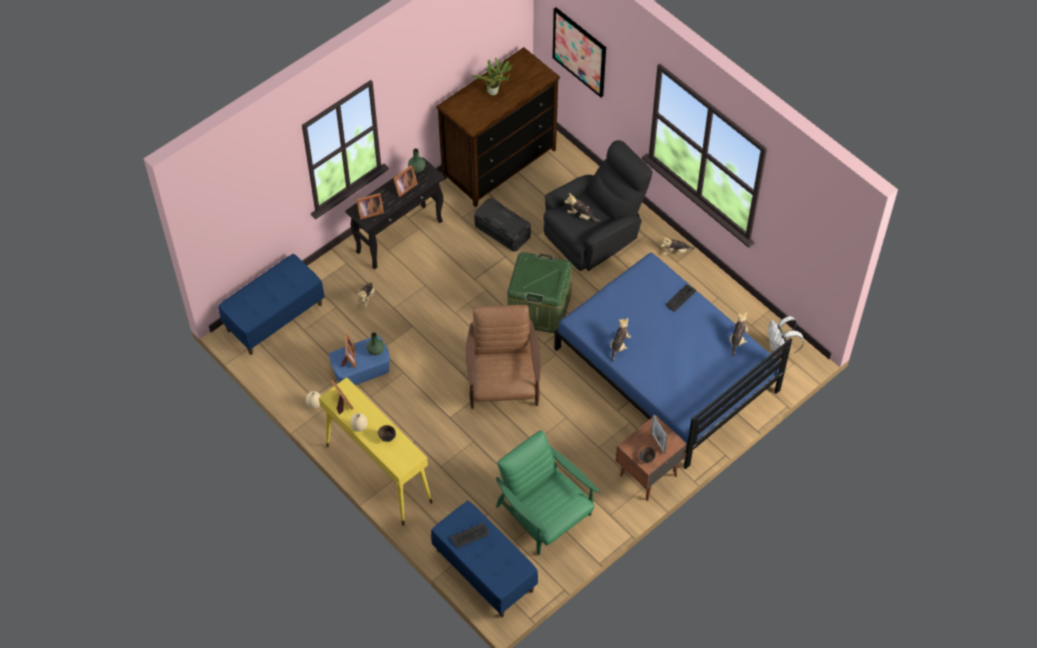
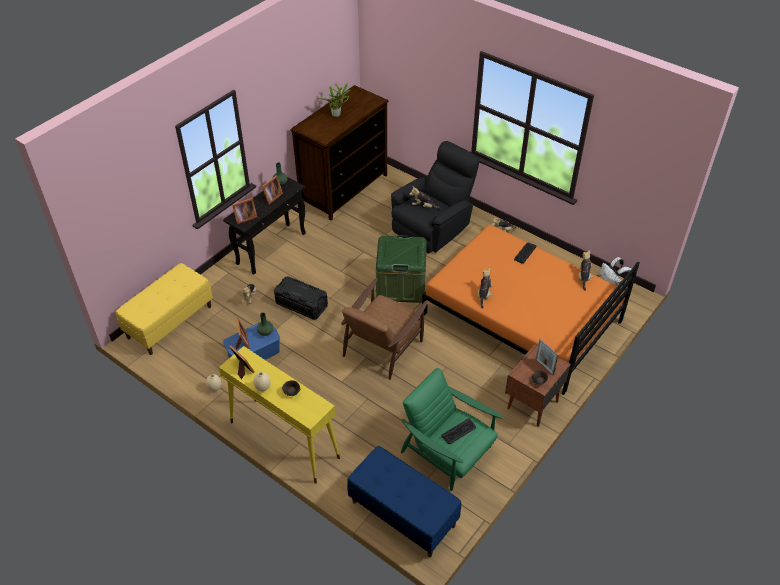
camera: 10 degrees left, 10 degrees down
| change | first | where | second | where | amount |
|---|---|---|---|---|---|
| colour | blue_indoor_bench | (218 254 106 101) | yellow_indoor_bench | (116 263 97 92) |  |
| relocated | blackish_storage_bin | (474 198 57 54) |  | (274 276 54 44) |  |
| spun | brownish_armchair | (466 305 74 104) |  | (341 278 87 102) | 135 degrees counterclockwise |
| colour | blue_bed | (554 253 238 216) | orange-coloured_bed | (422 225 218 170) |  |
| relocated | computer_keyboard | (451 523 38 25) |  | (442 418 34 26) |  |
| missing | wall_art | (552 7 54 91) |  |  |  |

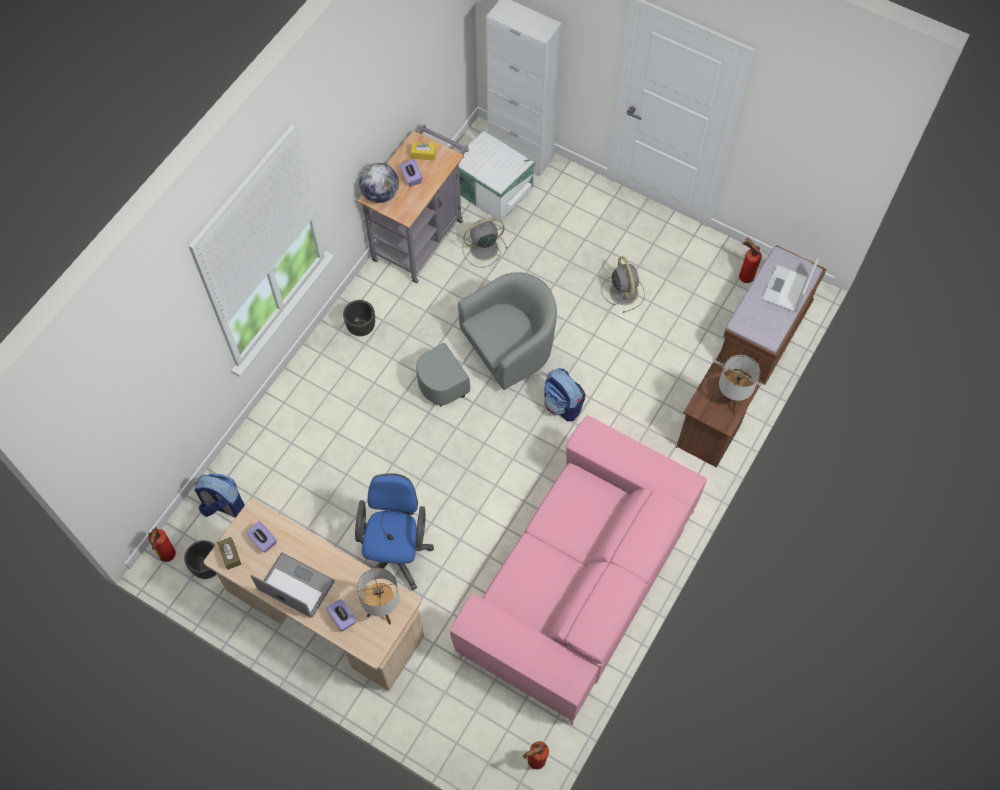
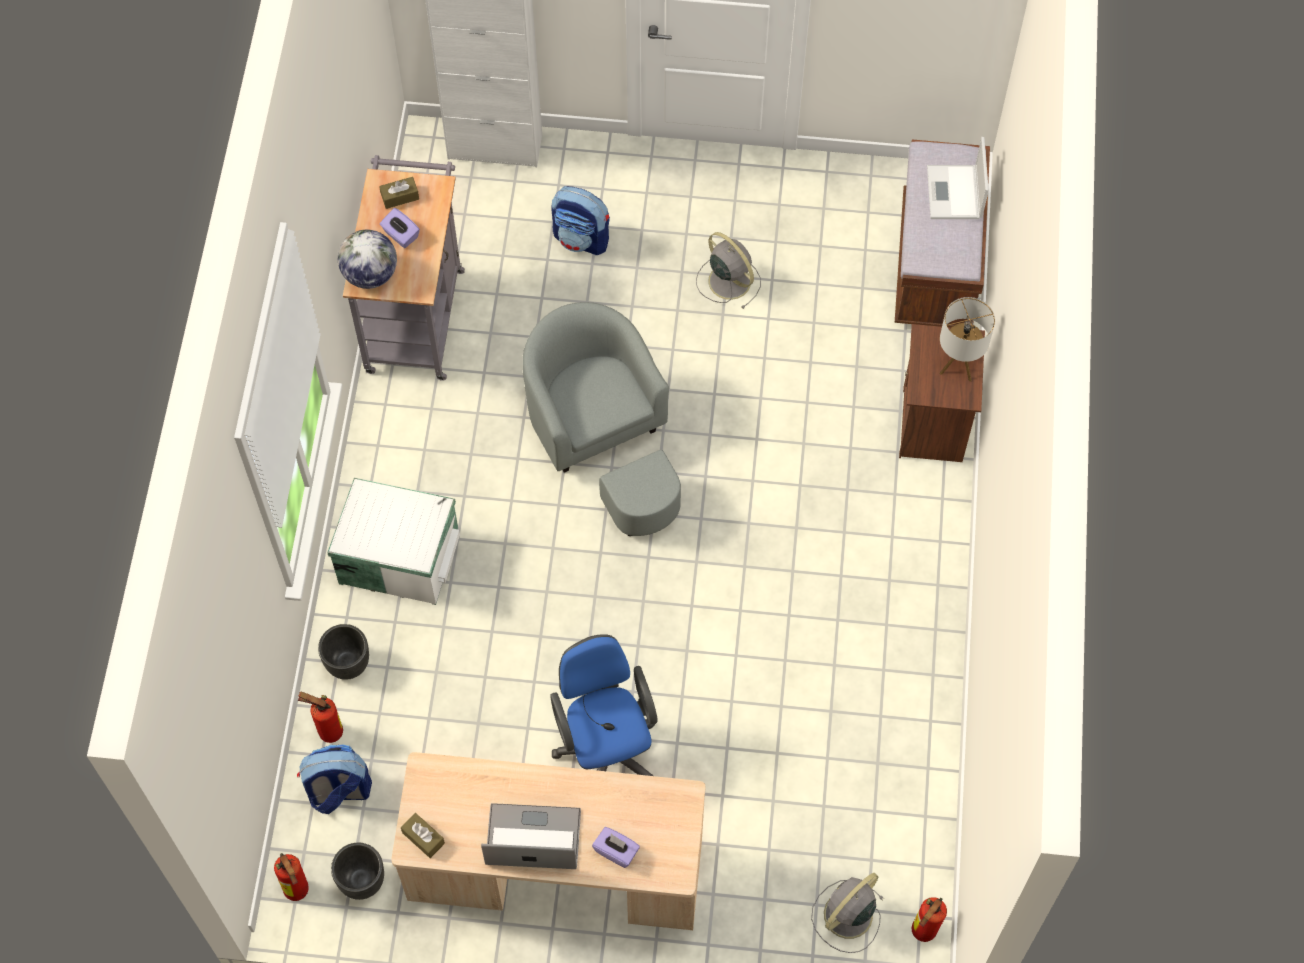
camera: 25 degrees left, 0 degrees up
| change | first | where | second | where | amount |
|---|---|---|---|---|---|
| relocated | extinguisher | (739 238 23 45) |  | (298 691 45 52) |  |
| relocated | blackish_planter | (343 300 32 36) |  | (318 624 51 56) |  |
| relocated | whitish_storage_bin | (459 130 76 91) |  | (327 478 133 127) |  |
| colour | yellow_box_of_tissues | (411 142 25 19) | brownish_box_of_tissues | (379 177 40 32) |  |
| spun | greyish_armchair | (416 272 141 135) |  | (522 302 159 234) | 60 degrees counterclockwise |
| relocated | knapsack | (544 368 42 53) |  | (551 186 59 69) |  |
| relocated | greyish_electric_fan | (462 218 46 50) |  | (811 873 73 80) |  |
| missing | purple-coloured_box_of_tissues | (247 521 30 31) |  |  |  |
| missing | lamp_for_a_table | (357 568 42 56) |  |  |  |
| missing | pinkish_couch | (450 415 257 310) |  |  |  |

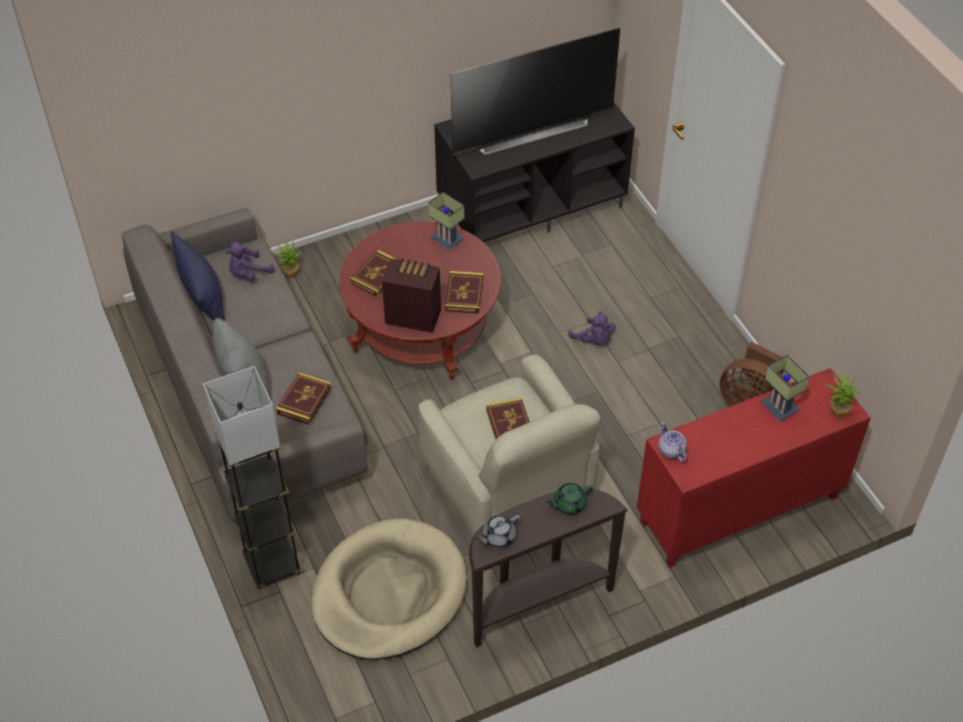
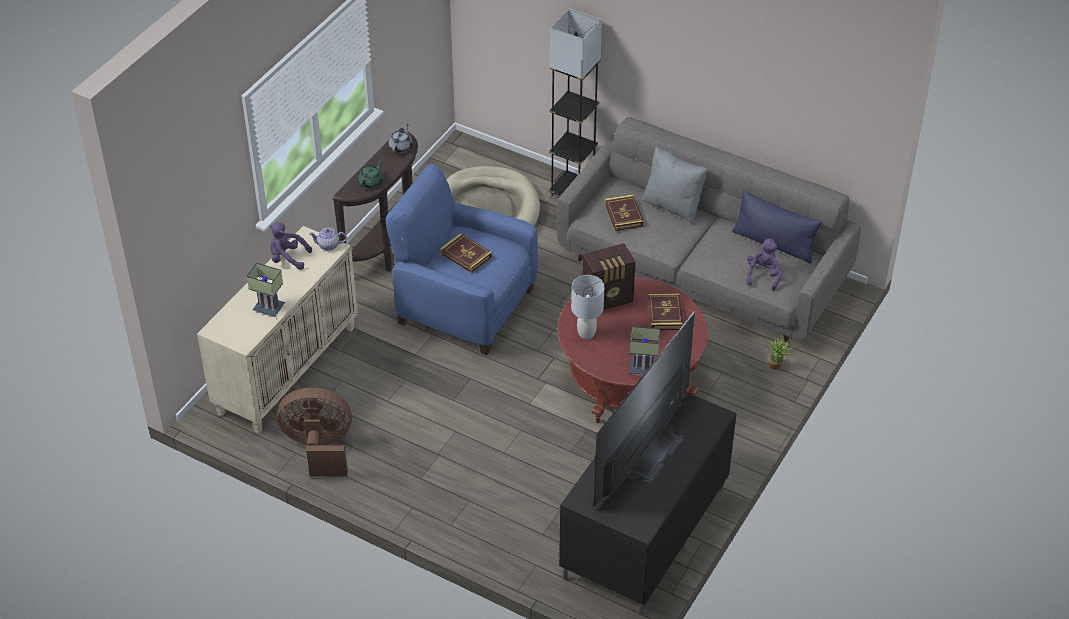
camera: 145 degrees right, 5 degrees down
| change | first | where | second | where | amount |
|---|---|---|---|---|---|
| colour | reddish_cupboard | (637 368 234 200) | sand-coloured_cupboard | (197 226 161 207) |  |
| relocated | purple-coloured_cuddly_toy | (569 312 46 34) |  | (269 223 43 47) |  |
| spun | pot_for_tea | (659 422 28 40) |  | (309 228 38 23) | 150 degrees clockwise |
| colour | sand-coloured_armchair | (419 355 181 182) | blue_armchair | (385 164 153 191) |  |
| exchanged | volume | (445 271 38 43) | greyish_lamp_for_a_table | (571 275 33 64) |  |
| missing | plant_in_a_pot | (825 374 35 44) |  |  |  |

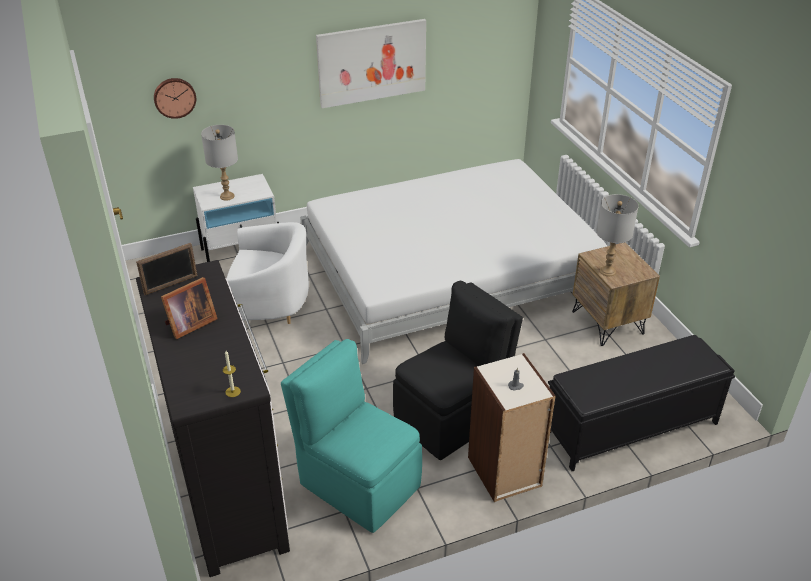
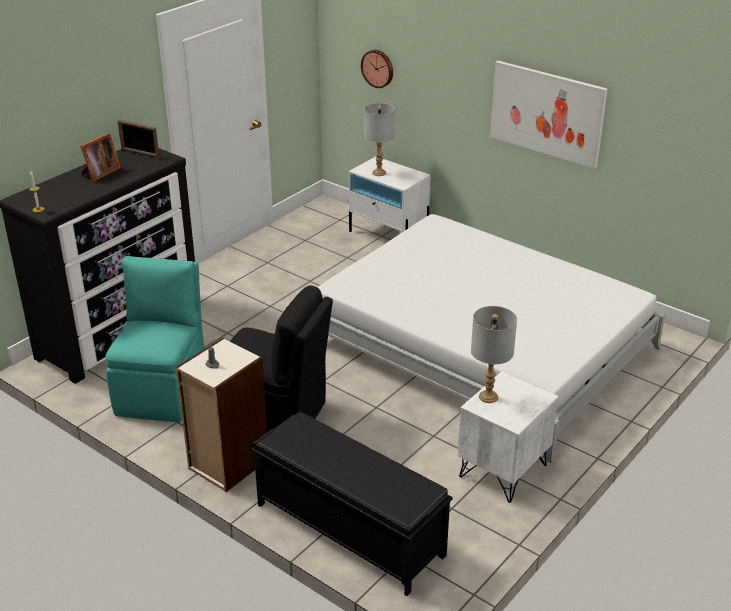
camera: 60 degrees right, 5 degrees down
| change | first | where | second | where | amount |
|---|---|---|---|---|---|
| spun | photo_frame | (161 277 56 62) |  | (80 133 41 48) | 75 degrees counterclockwise |
| colour | brownish_night_table | (572 242 88 104) | whitish_night_table | (458 371 100 132) |  |
| missing | whitish_armchair | (226 222 83 102) |  |  |  |

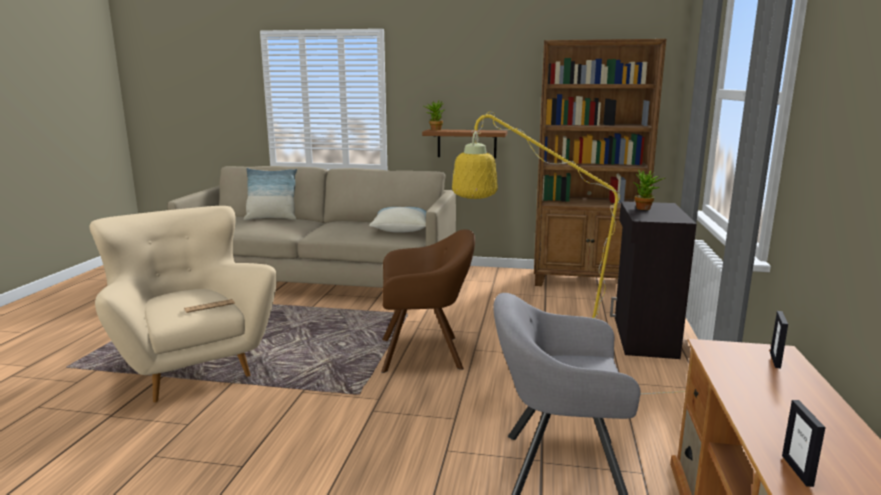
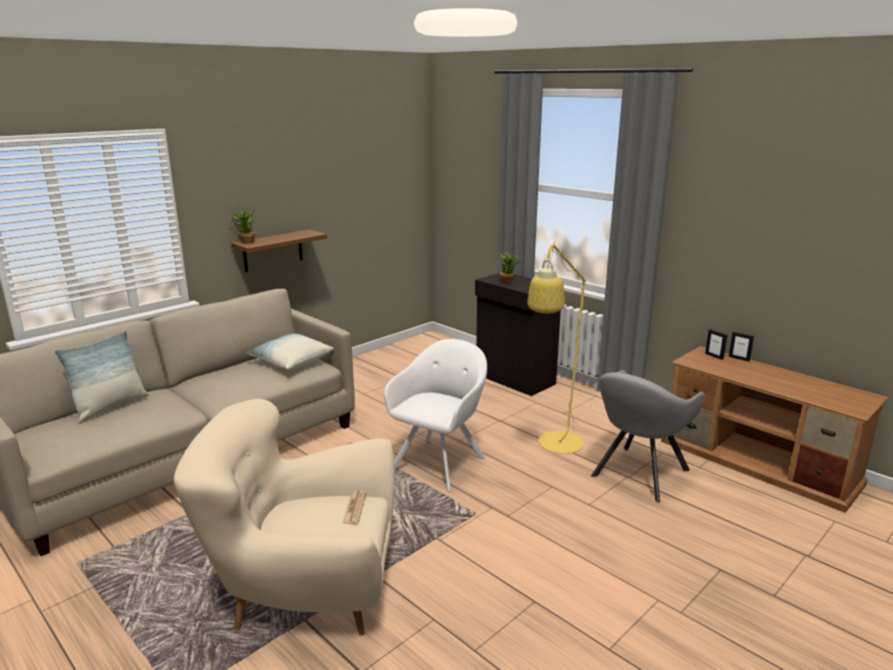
camera: 55 degrees left, 5 degrees up
| change | first | where | second | where | amount |
|---|---|---|---|---|---|
| colour | brownish_armchair | (381 229 94 144) | whitish_armchair | (384 339 103 153) |  |
| relocated | photo_frame | (782 400 44 87) |  | (729 332 25 29) |  |
| missing | brownish_bookcase | (534 39 132 247) |  |  |  |

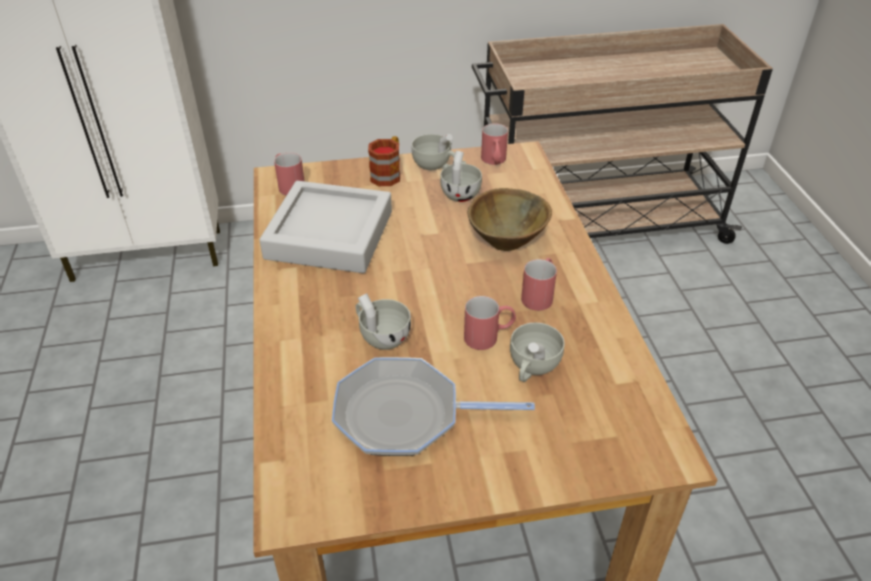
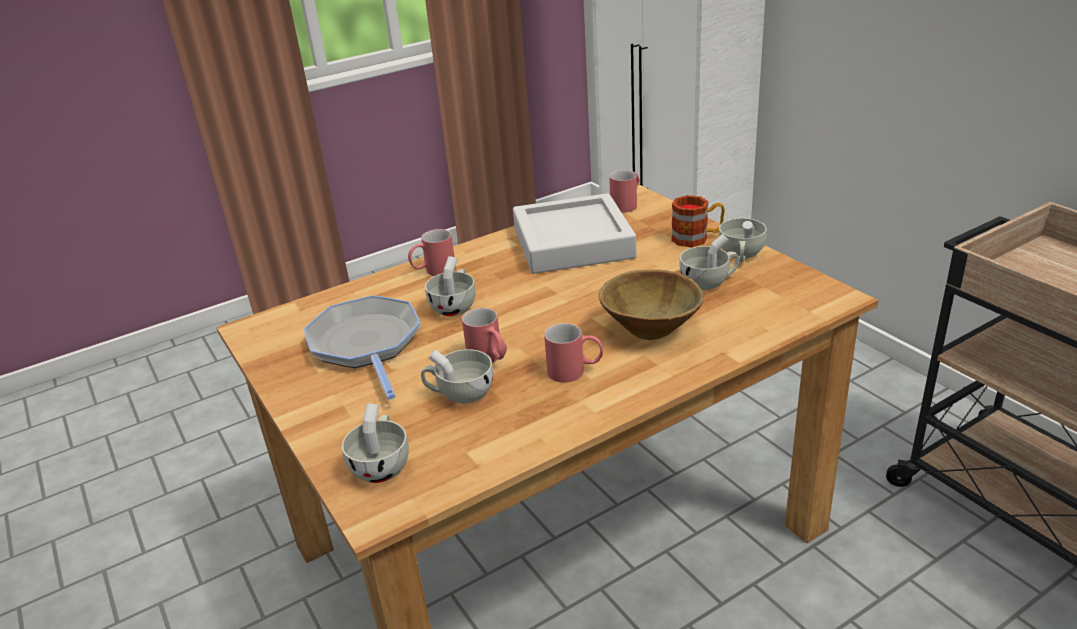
camera: 70 degrees right, 10 degrees down
| change | first | where | second | where | amount |
|---|---|---|---|---|---|
| appeared |  |  | whitish_drinking_cup | (342 403 67 80) |  |
| relocated | reddish_mug | (481 123 27 42) |  | (408 229 48 47) |  |

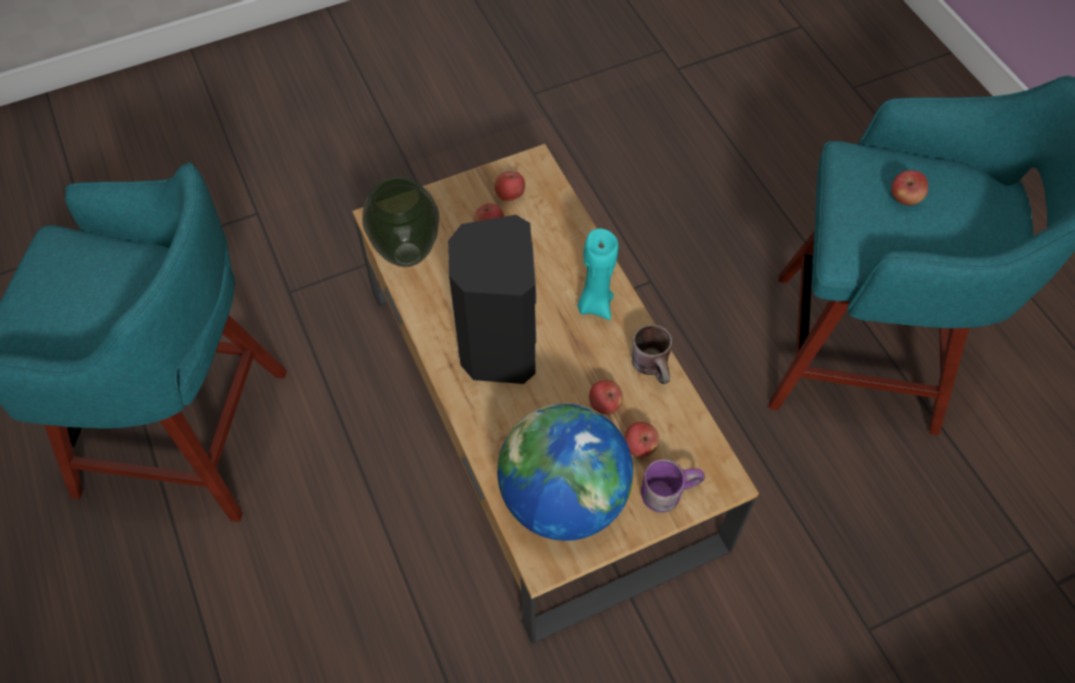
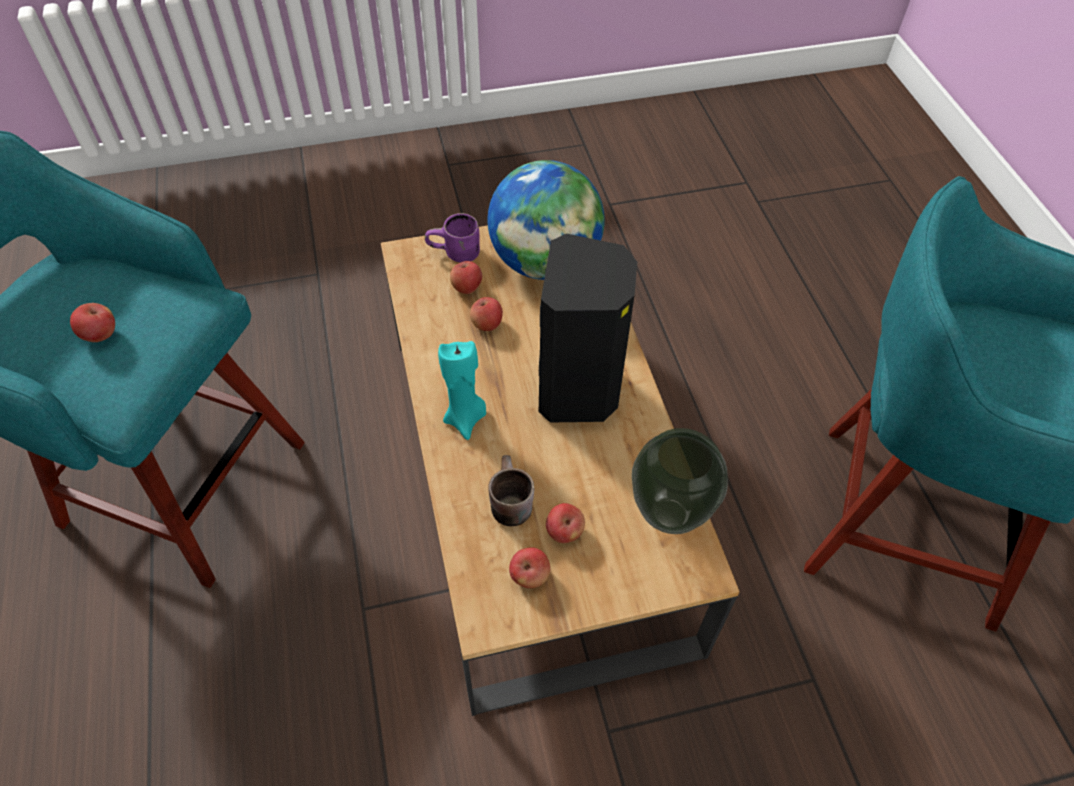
camera: 170 degrees left, 5 degrees down
| change | first | where | second | where | amount |
|---|---|---|---|---|---|
| relocated | brownish_mug | (632 325 41 59) |  | (488 455 46 71) |  |

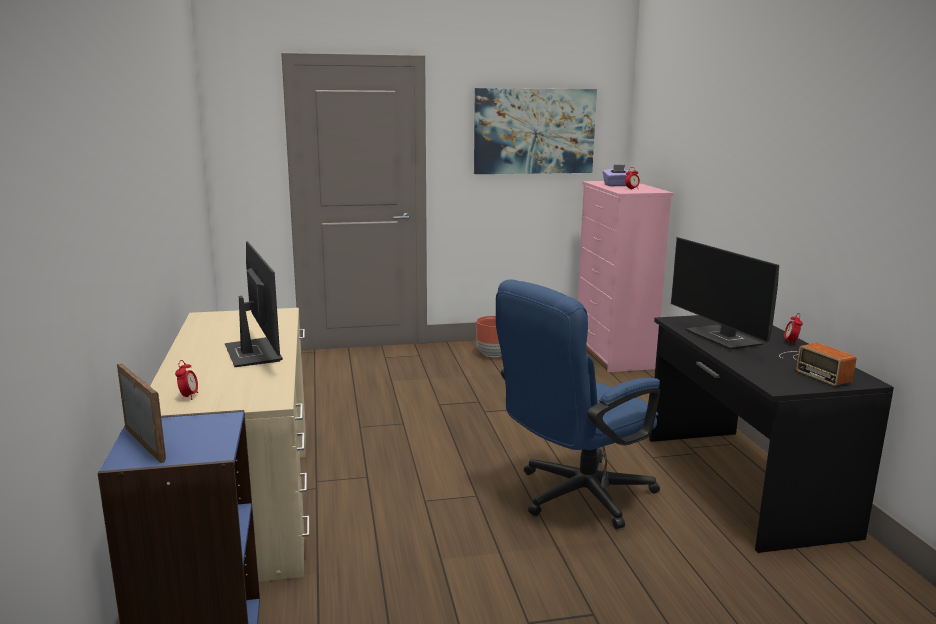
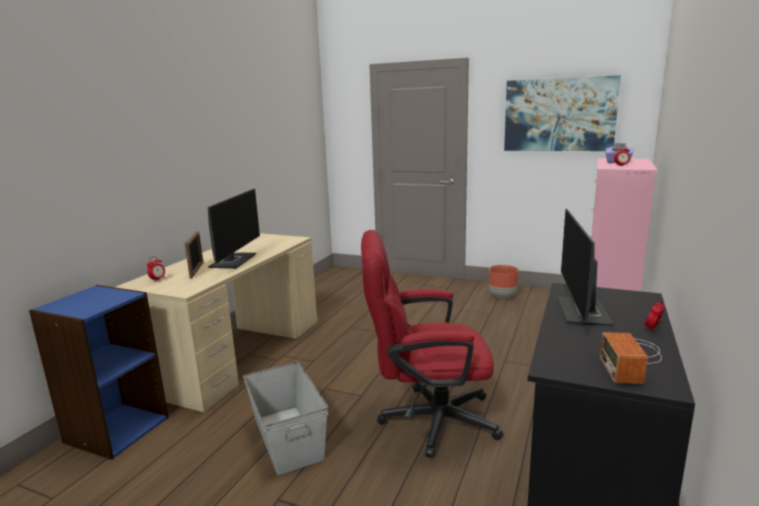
camera: 35 degrees right, 0 degrees up
| change | first | where | second | where | amount |
|---|---|---|---|---|---|
| relocated | photo_frame | (117 363 49 100) |  | (185 231 18 48) |  |
| appeared |  |  | greyish_storage_bin | (243 362 85 113) |  |
| colour | blue_computer_chair | (496 280 164 249) | reddish_computer_chair | (361 230 142 228) |  |

